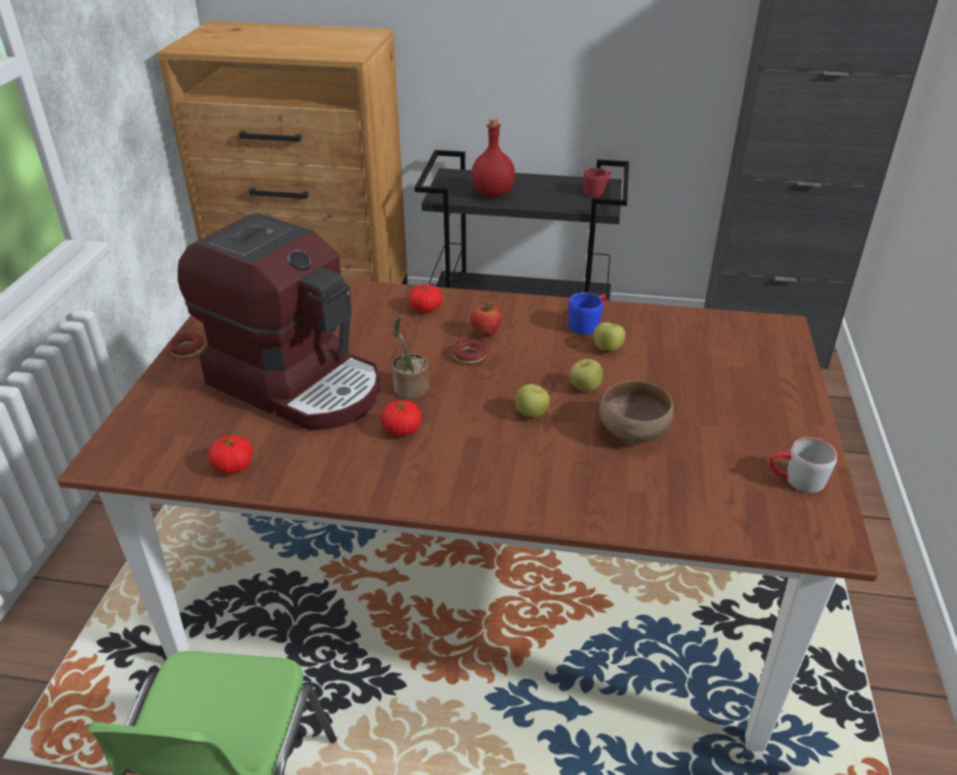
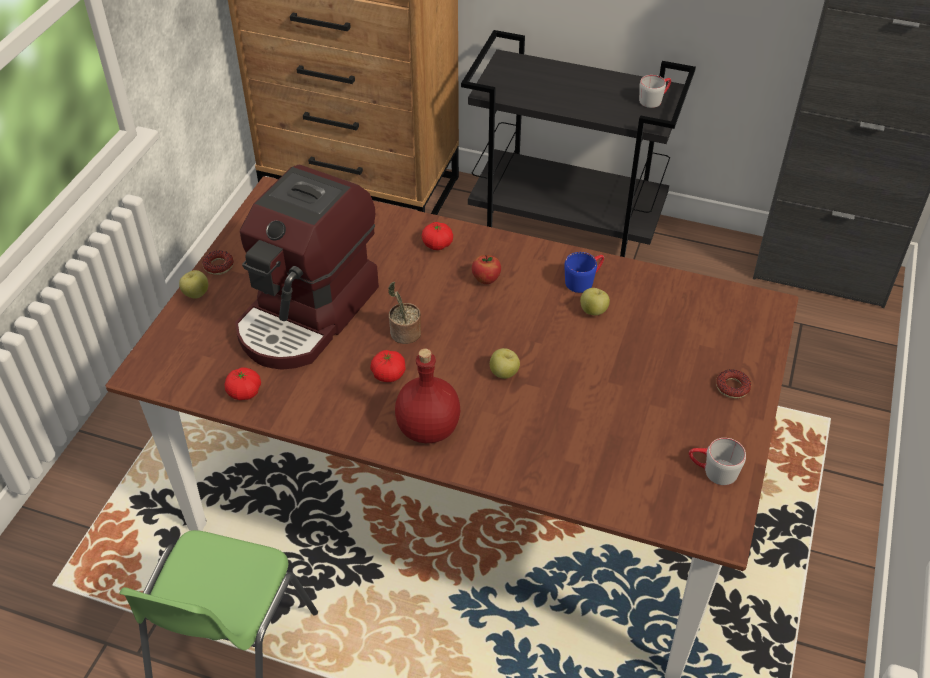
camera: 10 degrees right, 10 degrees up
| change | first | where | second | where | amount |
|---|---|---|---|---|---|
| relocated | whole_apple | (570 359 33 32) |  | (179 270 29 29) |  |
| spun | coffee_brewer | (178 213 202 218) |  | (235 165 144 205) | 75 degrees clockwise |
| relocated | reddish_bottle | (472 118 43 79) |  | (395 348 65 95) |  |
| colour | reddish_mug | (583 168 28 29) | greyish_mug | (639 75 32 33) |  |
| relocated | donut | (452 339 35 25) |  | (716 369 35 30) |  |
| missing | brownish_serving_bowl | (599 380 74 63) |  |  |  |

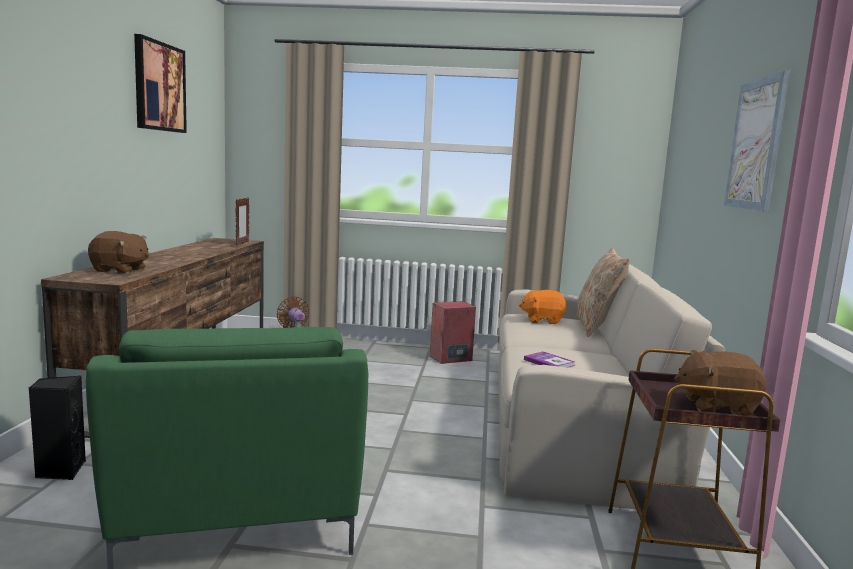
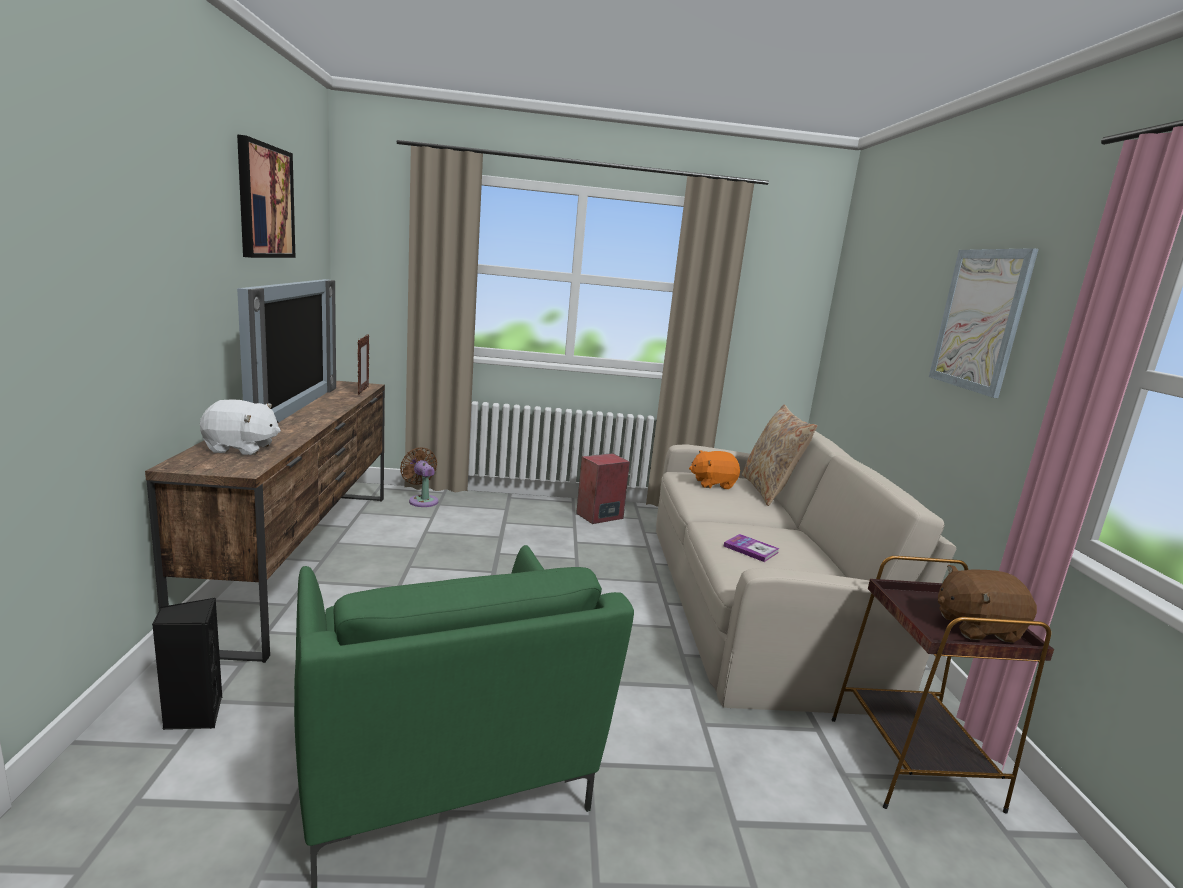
camera: 10 degrees left, 5 degrees up
| change | first | where | second | where | amount |
|---|---|---|---|---|---|
| colour | brownish_cuddly_toy | (88 231 61 43) | whitish_cuddly_toy | (200 399 81 56) |  |
| appeared |  |  | television | (237 279 99 144) |  |

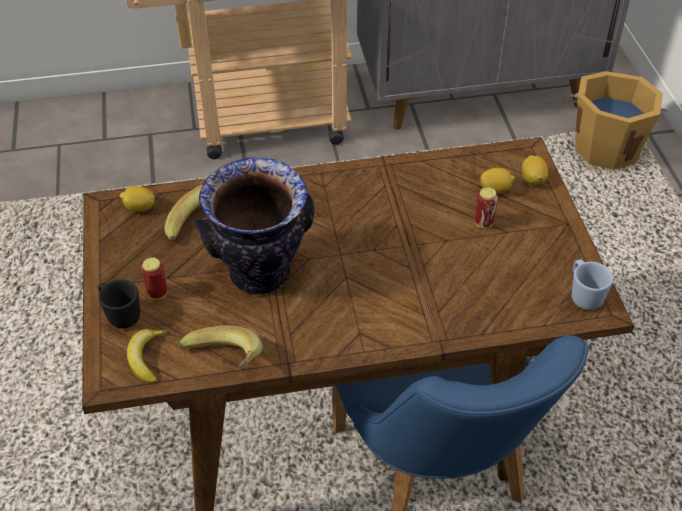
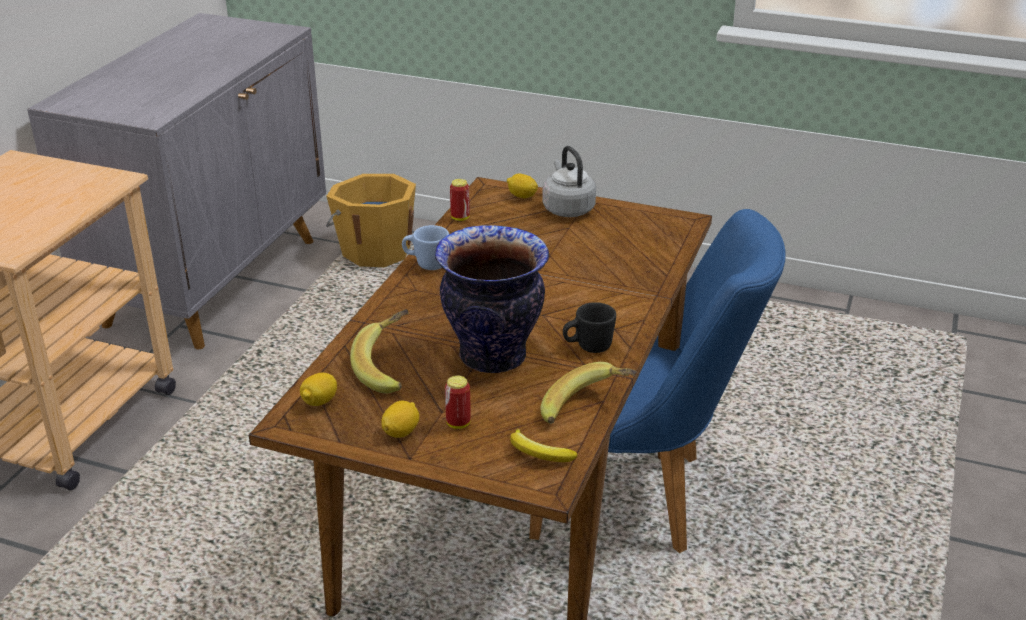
camera: 60 degrees left, 15 degrees down
| change | first | where | second | where | amount |
|---|---|---|---|---|---|
| relocated | lemon | (480 168 35 26) |  | (381 401 38 37) |  |
| relocated | blue_mug | (572 259 41 51) |  | (402 225 47 45) |  |
| relocated | sealed_can | (475 187 23 42) |  | (450 179 20 42) |  |
| appeared |  |  | greyish_tea_kettle | (542 146 54 71) |  |
| relocated | blackish_mug | (98 279 42 49) |  | (563 302 53 51) |  |

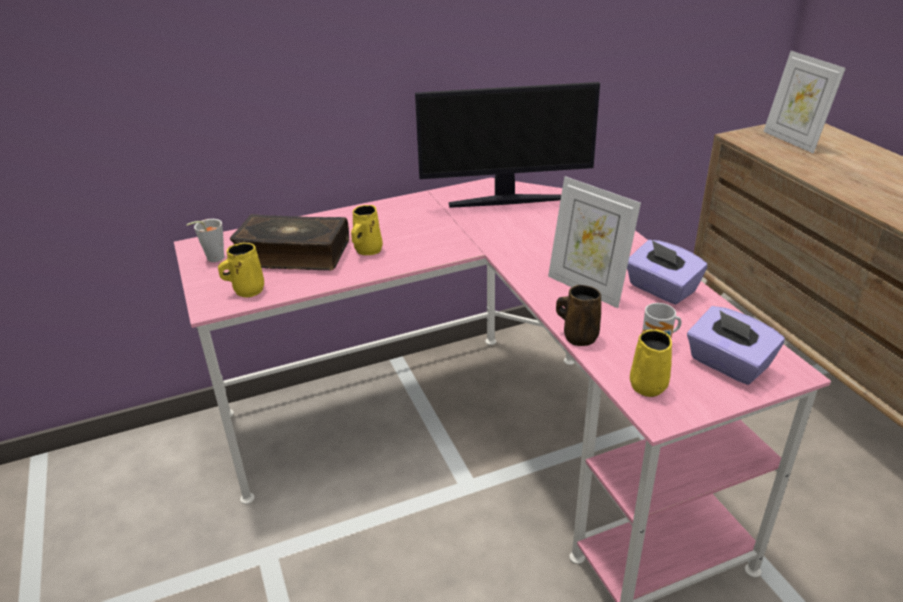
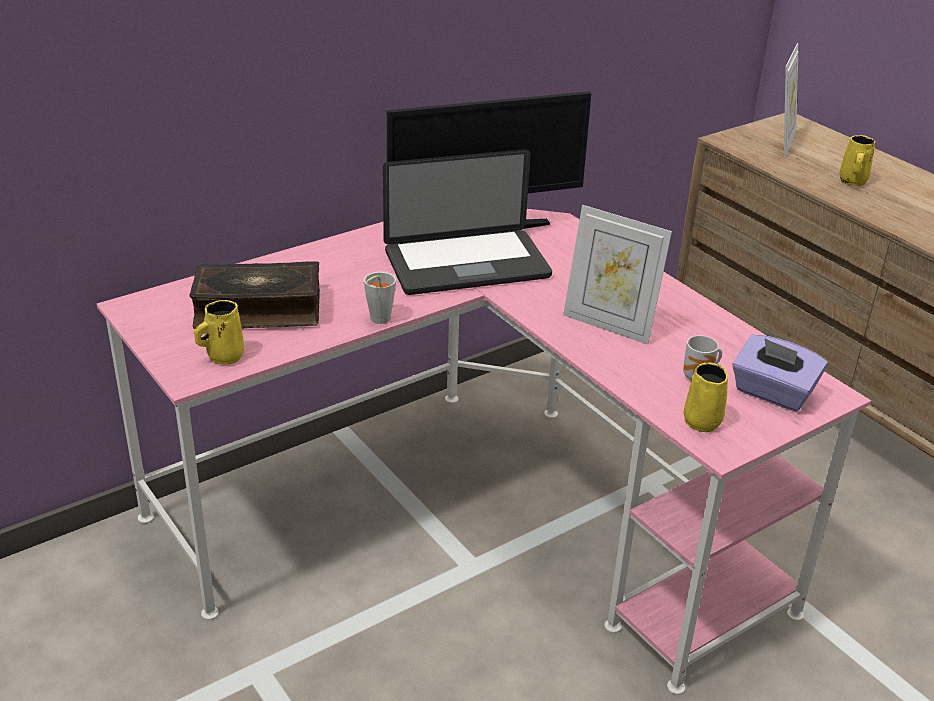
camera: 15 degrees left, 0 degrees up
| change | first | where | second | where | amount |
|---|---|---|---|---|---|
| relocated | greyish_drinking_cup | (186 219 38 43) |  | (364 271 32 53) |  |
| appeared |  |  | notebook_computer | (383 149 169 146) |  |
| spun | photo_frame | (763 51 83 103) |  | (784 43 14 116) | 120 degrees counterclockwise |
| relocated | yellow_mug | (351 205 32 50) |  | (839 135 37 51) |  |
| missing | brownish_mug | (556 285 45 61) |  |  |  |
| missing | purple-coloured_box_of_tissues | (627 240 80 65) |  |  |  |

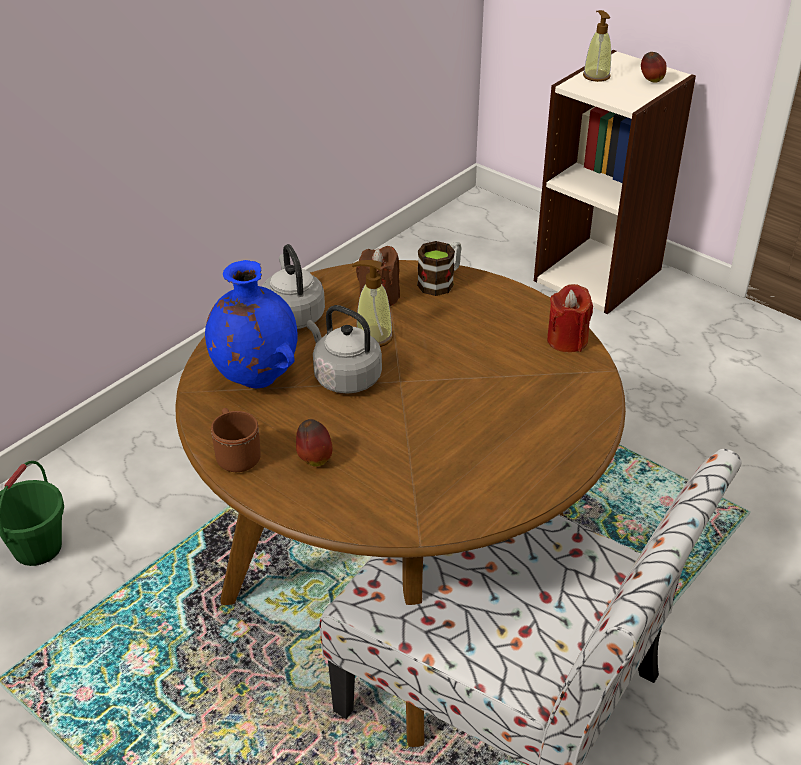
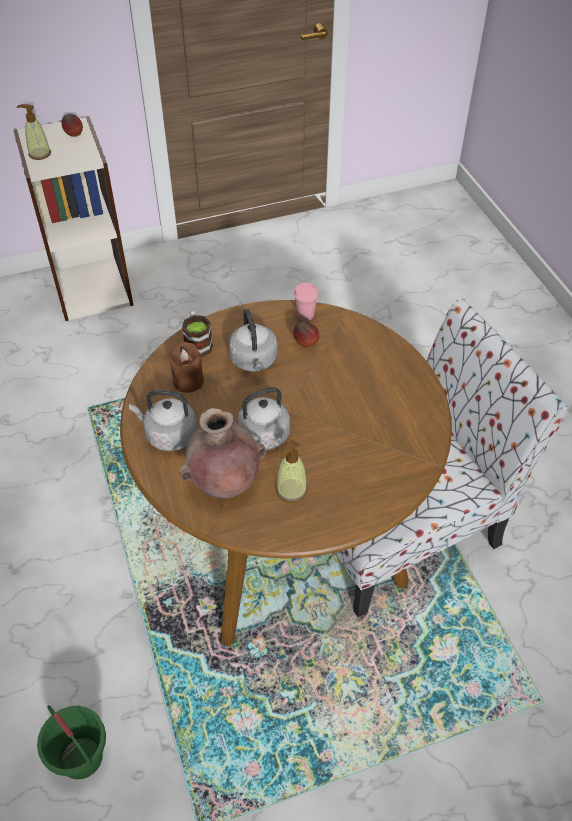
camera: 60 degrees left, 10 degrees up
| change | first | where | second | where | amount |
|---|---|---|---|---|---|
| colour | blue_flower_vase | (205 260 93 128) | brownish_flower_vase | (179 407 87 91) |  |
| appeared |  |  | greyish_tea_kettle | (229 309 48 63) |  |
| relocated | soap_dispenser | (352 260 41 87) |  | (276 440 32 63) |  |
| relocated | whole_apple | (296 419 37 48) |  | (293 321 26 27) |  |
| exchanged | reddish_candle | (547 284 46 68) | pinkish_drinking_cup | (294 283 25 38) |  |
| missing | brownish_mug | (211 408 50 64) |  |  |  |

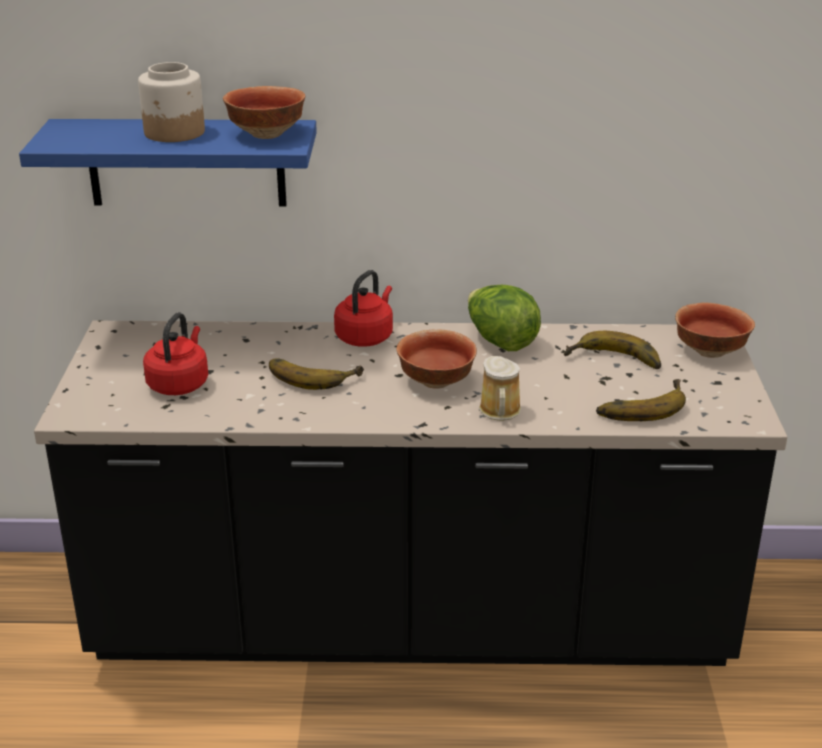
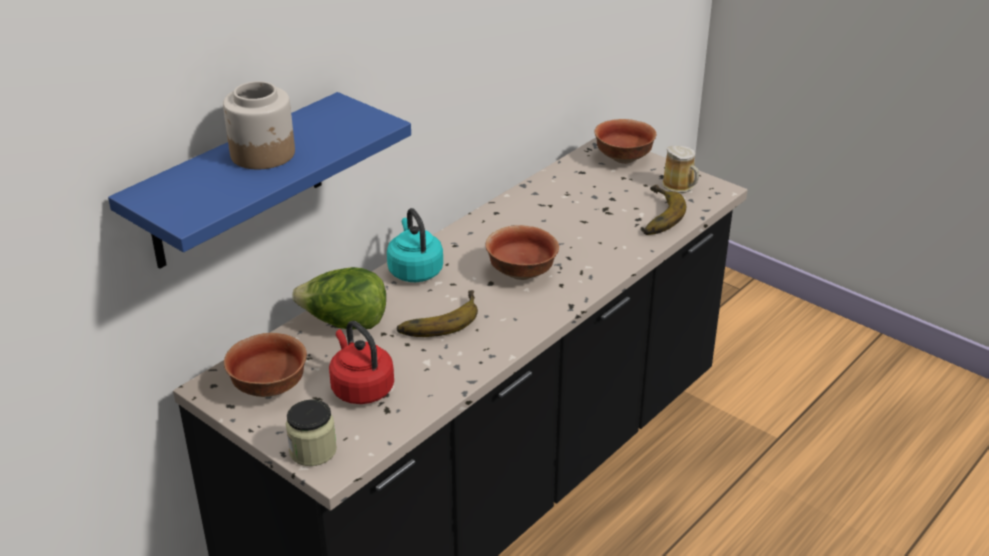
camera: 50 degrees left, 5 degrees up
| change | first | where | second | where | amount |
|---|---|---|---|---|---|
| relocated | serving_bowl | (223 86 82 53) |  | (224 333 83 64) |  |
| appeared |  |  | jar | (286 400 51 66) |  |
| relocated | lettuce | (468 285 73 66) |  | (292 267 94 62) |  |
| colour | reddish_tea_kettle | (334 270 59 77) | turquoise_tea_kettle | (387 208 56 74) |  |
| relocated | mug | (479 356 42 65) |  | (662 146 37 47) |  |
| missing | banana_fruit | (564 331 97 38) |  |  |  |

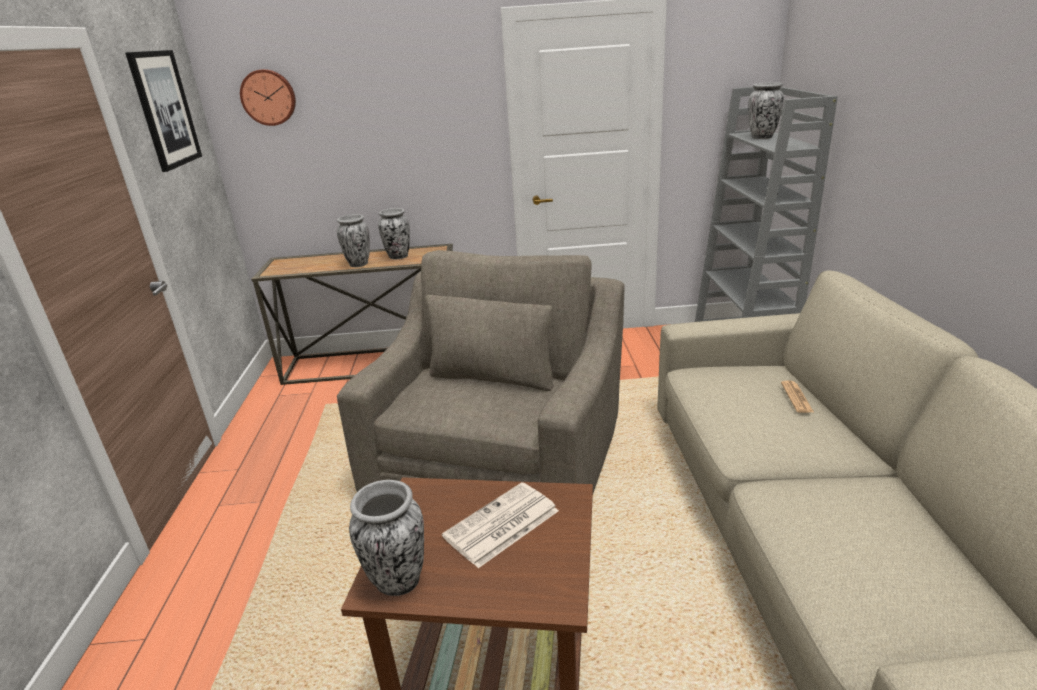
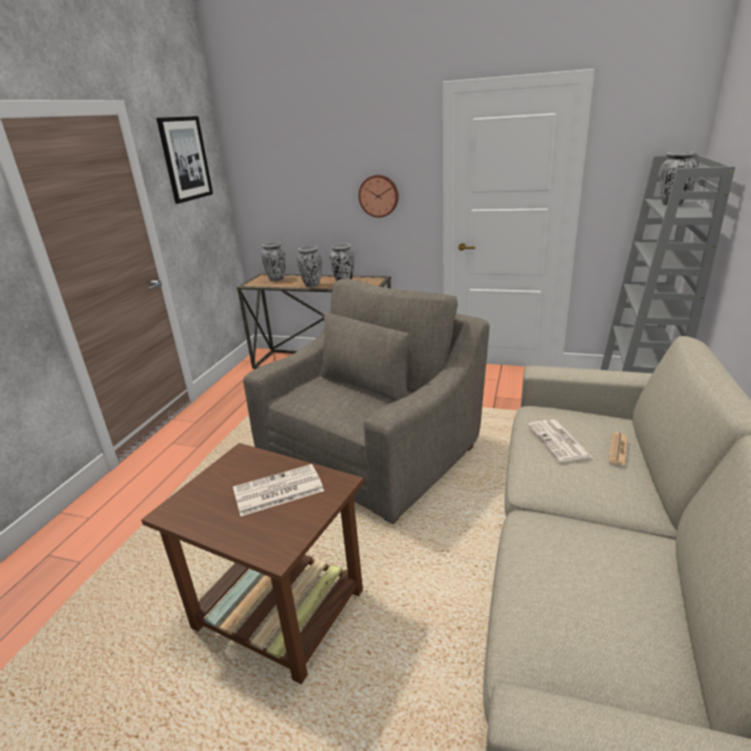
camera: 20 degrees right, 0 degrees up
| change | first | where | second | where | amount |
|---|---|---|---|---|---|
| relocated | flower_vase | (349 480 75 116) |  | (261 242 24 39) |  |
| relocated | wall_clock | (240 69 56 57) |  | (359 175 40 43) |  |
| appeared |  |  | printed_paper | (528 419 64 43) |  |

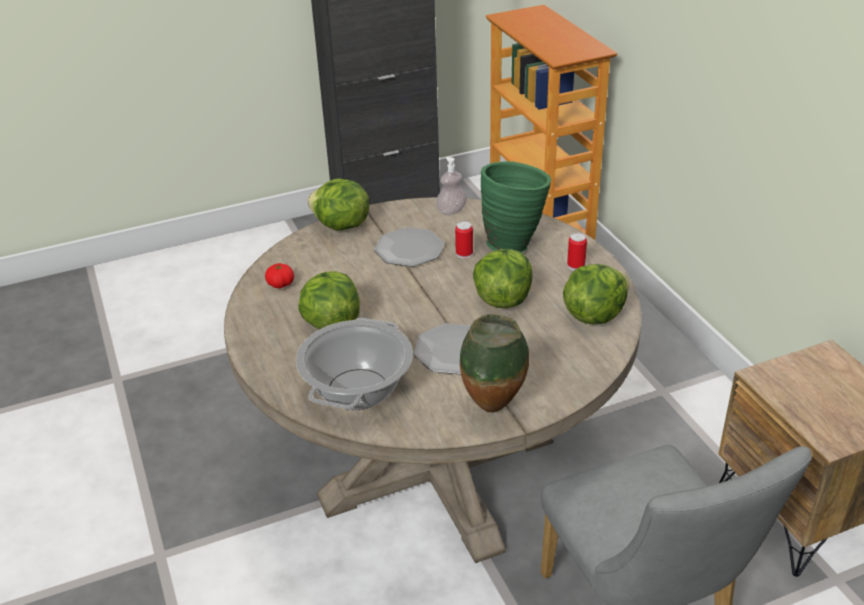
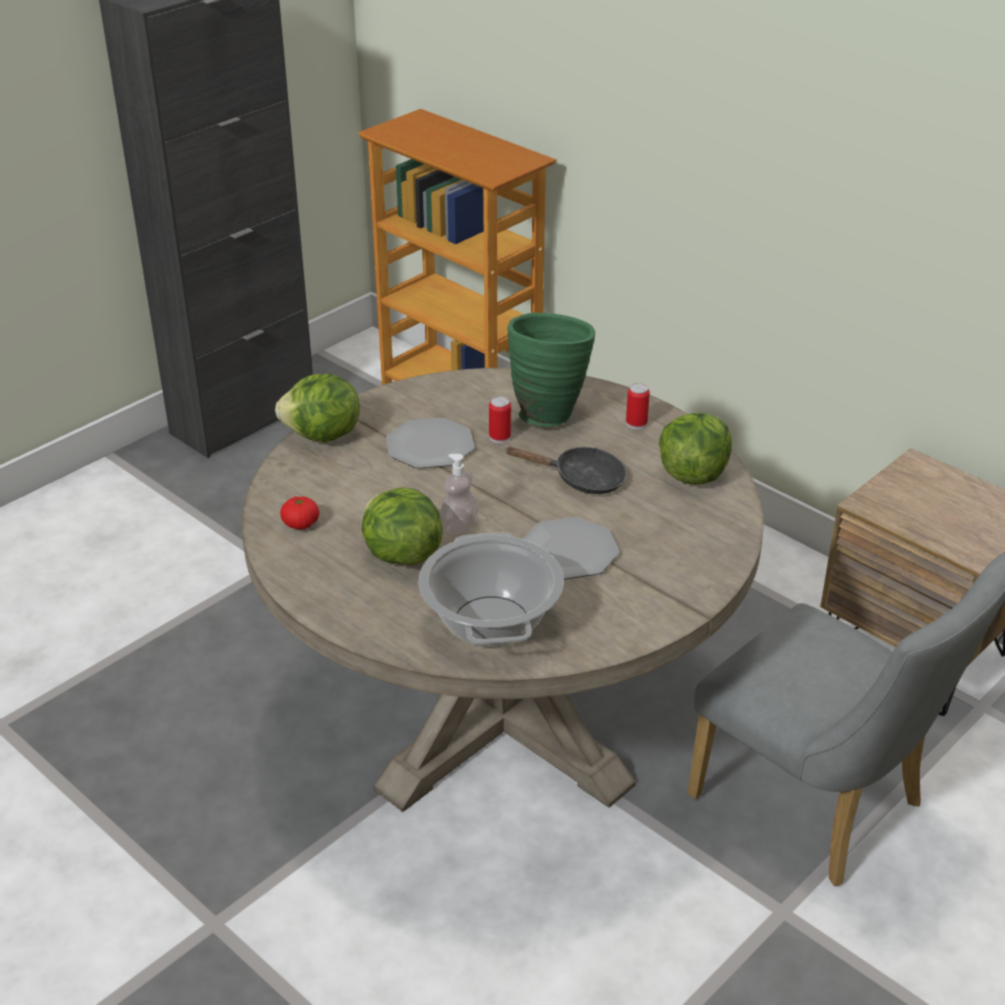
camera: 25 degrees left, 0 degrees up
| change | first | where | second | where | amount |
|---|---|---|---|---|---|
| relocated | soap_dispenser | (436 157 31 58) |  | (440 454 39 81) |  |
| exchanged | lettuce | (473 249 60 59) | blackish_pan | (505 447 122 47) |  |
| missing | flower_vase | (460 314 69 98) |  |  |  |

